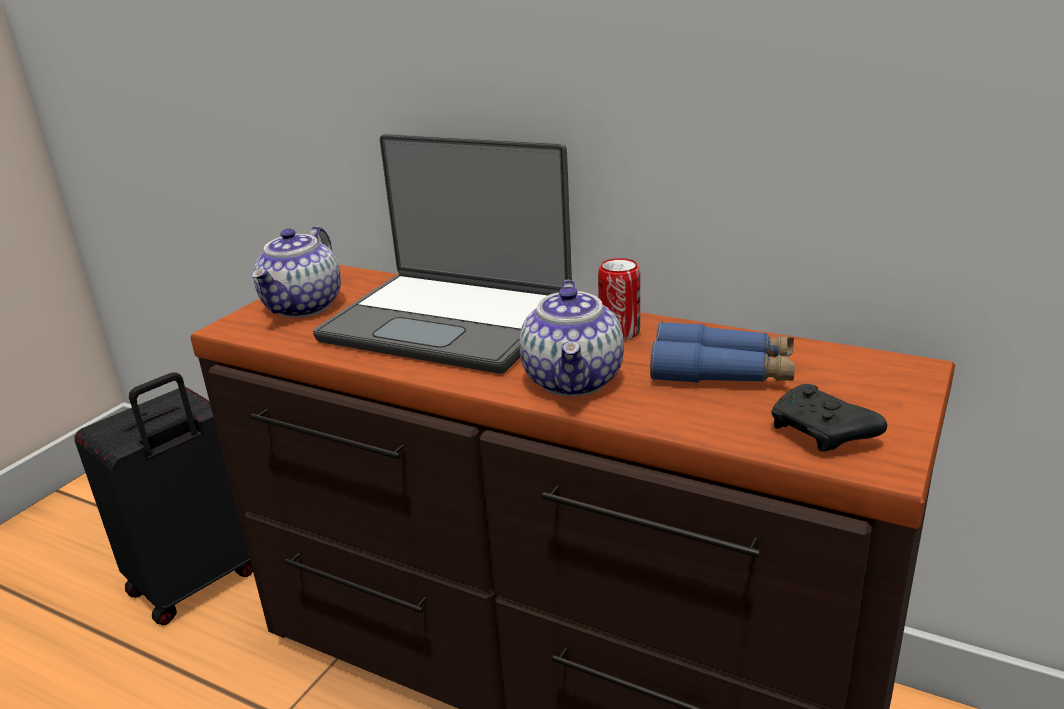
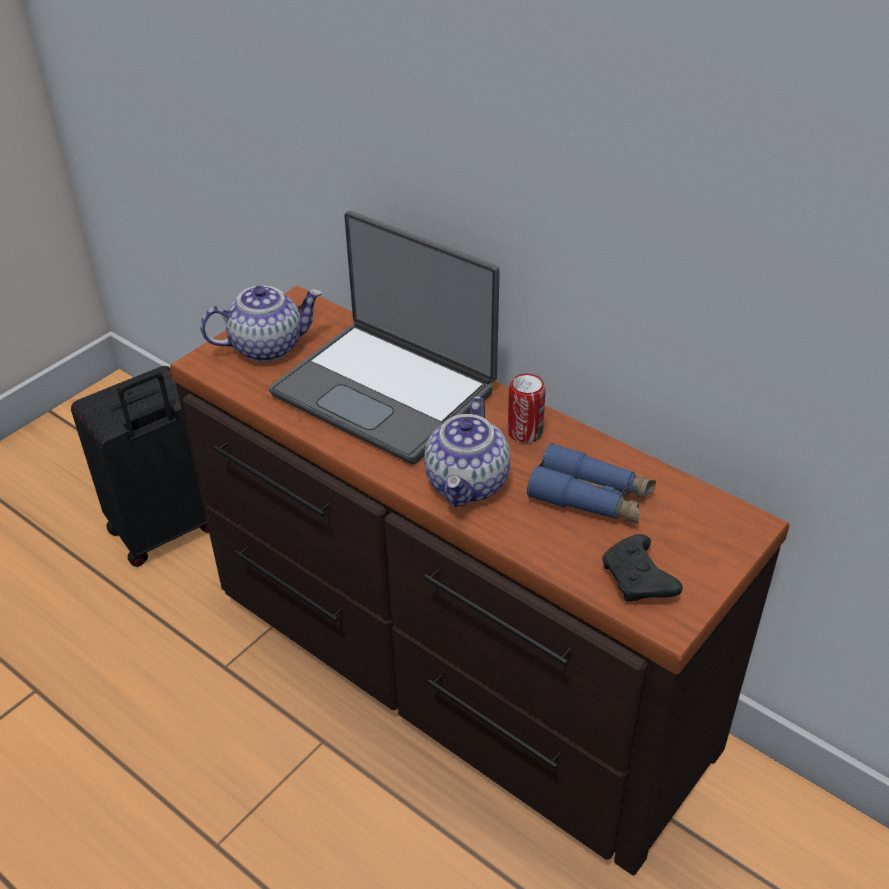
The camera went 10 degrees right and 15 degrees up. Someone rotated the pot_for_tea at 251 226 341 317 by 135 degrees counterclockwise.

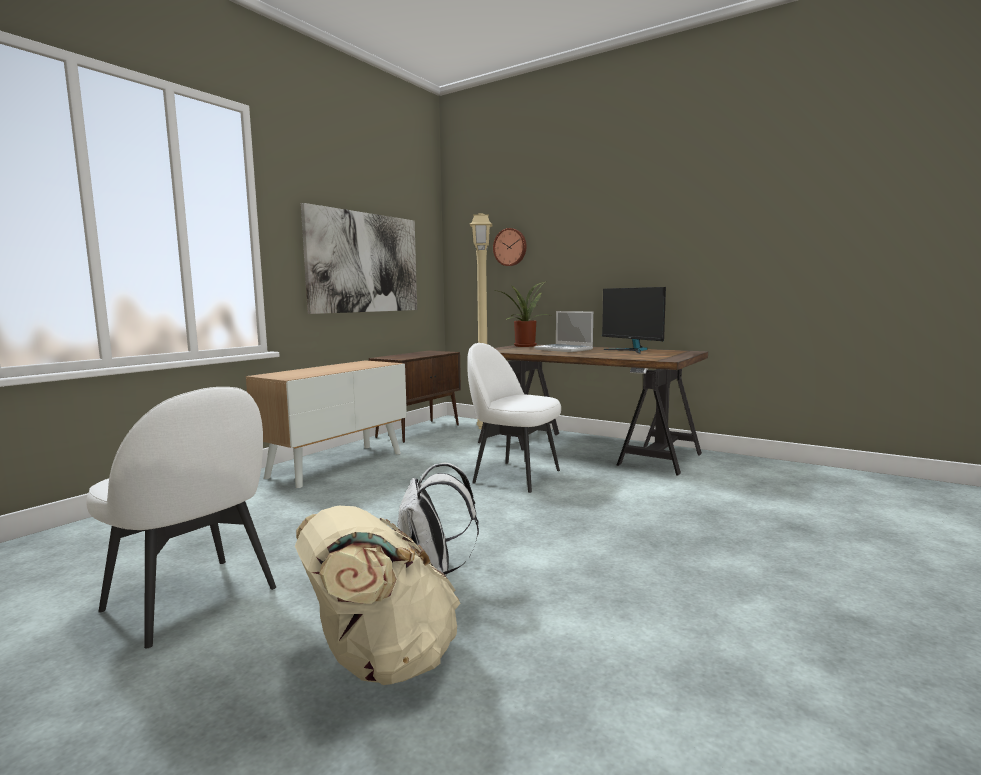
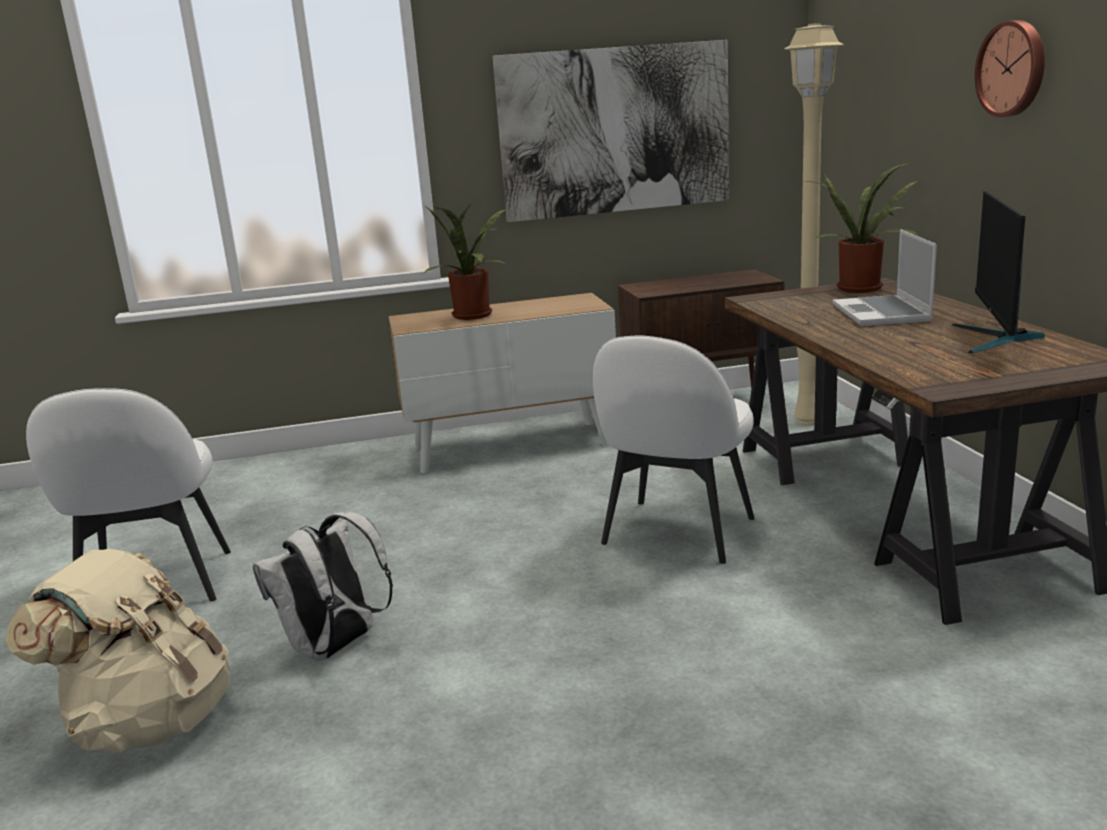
The camera went 45 degrees right and 10 degrees up. Someone carried the hanging_clock from 493 228 527 266 to 975 20 1045 117. Someone rotated the white-coloured_chair at 467 343 561 493 by 135 degrees counterclockwise. Someone put down the plant_in_a_pot at 423 204 507 320.

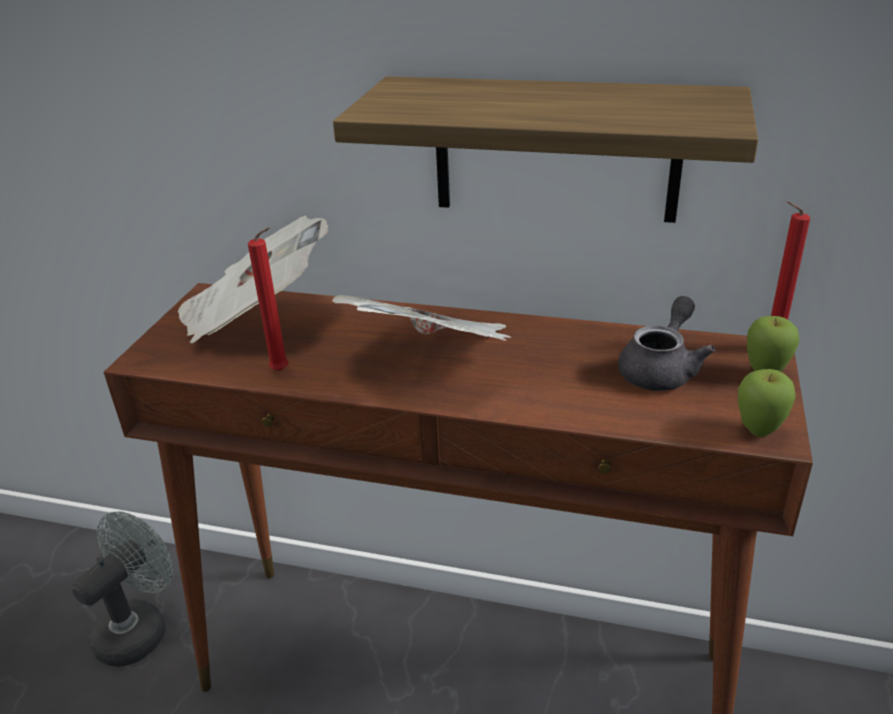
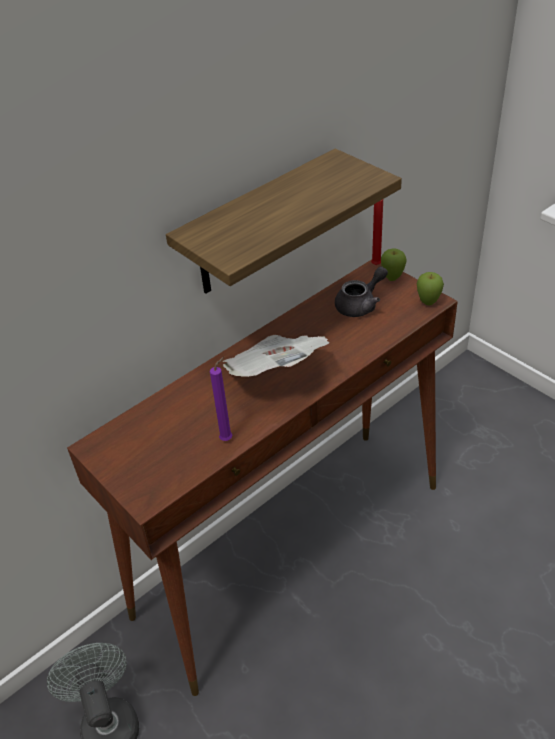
The camera went 55 degrees left and 10 degrees up. Someone took away the newspaper at 178 216 328 344. Someone repainted the red-coloured_wax_candle at 248 227 289 371, which became the purple_wax_candle at 210 357 232 441. Someone rotated the greyish_pot_for_tea at 618 296 715 391 by 75 degrees clockwise.

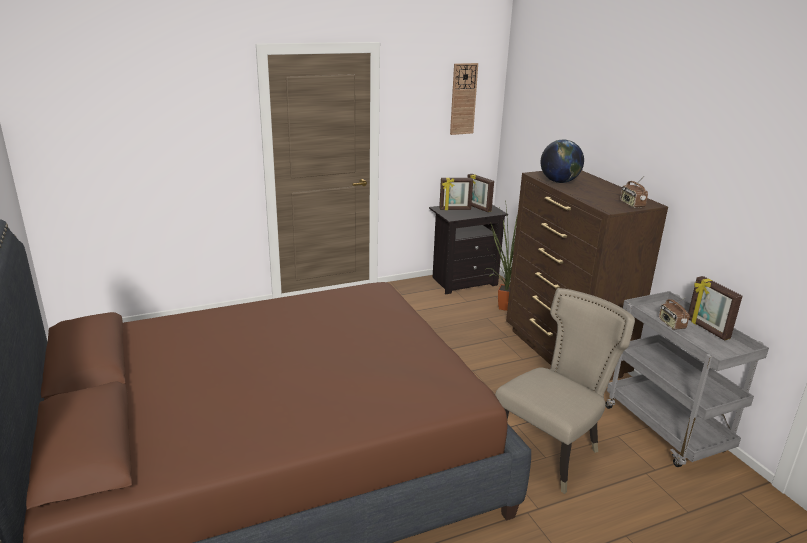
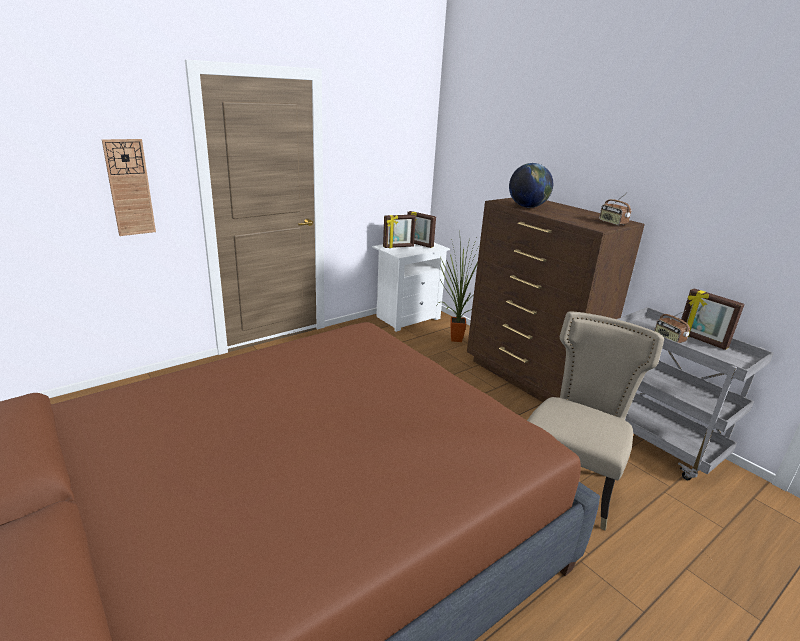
The camera went 15 degrees left and 0 degrees up. Someone carried the hanging_clock from 450 63 478 135 to 102 139 156 236. Someone repainted the black-coloured_nightstand at 429 205 508 294, which became the white-coloured_nightstand at 372 243 450 332.

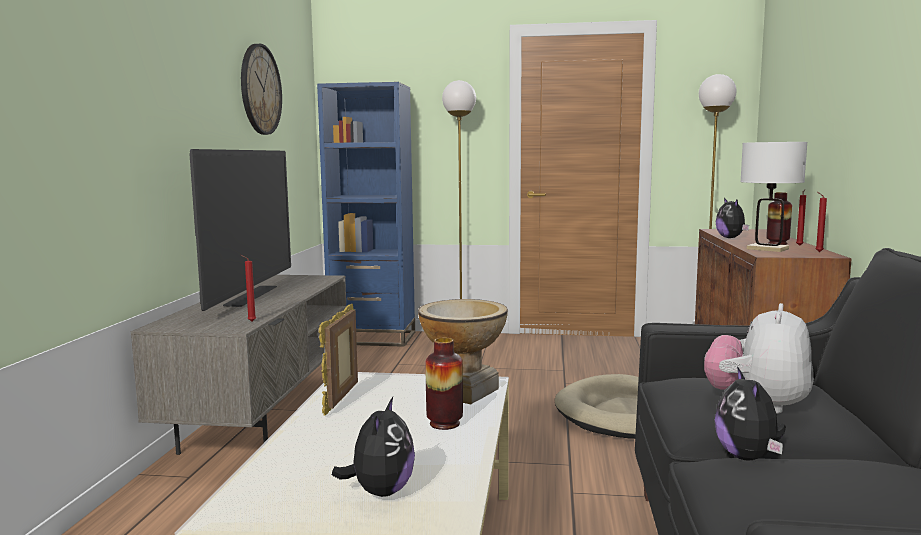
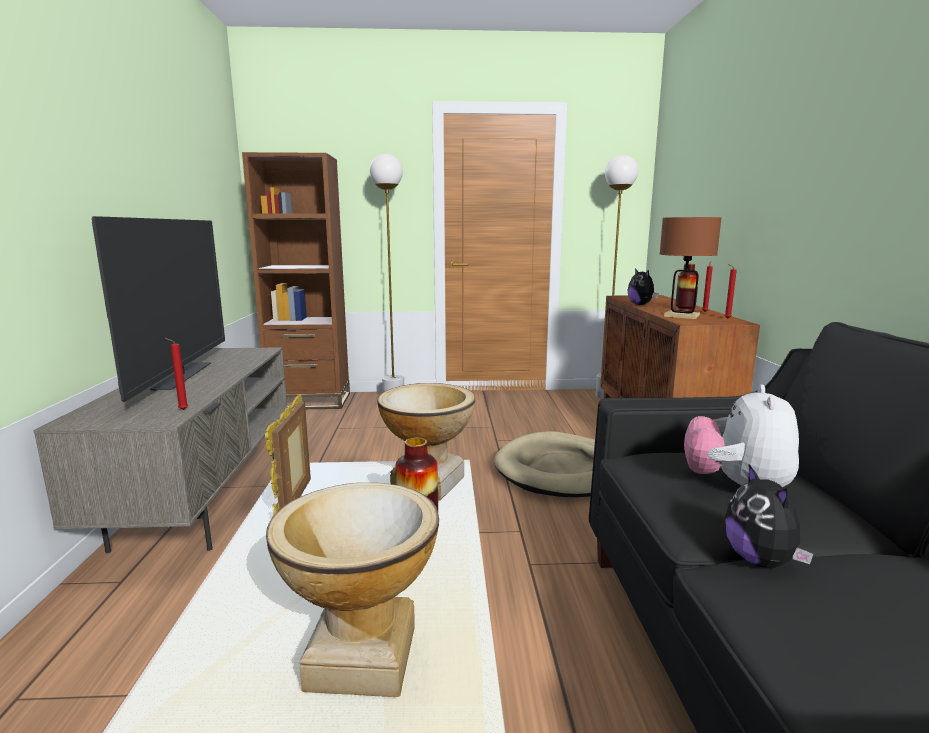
The camera went 10 degrees left and 5 degrees up. Someone took away the hanging_clock at 241 44 282 135. Someone repainted the bluish_bookshelf at 317 82 415 347, which became the brownish_bookshelf at 242 152 350 409. Someone repainted the white-coloured_lamp_for_a_table at 740 142 807 252, which became the brownish_lamp_for_a_table at 660 217 722 319. Someone swapped the cuddly_toy at 332 397 415 497 for the decorative_vase at 266 483 439 697.

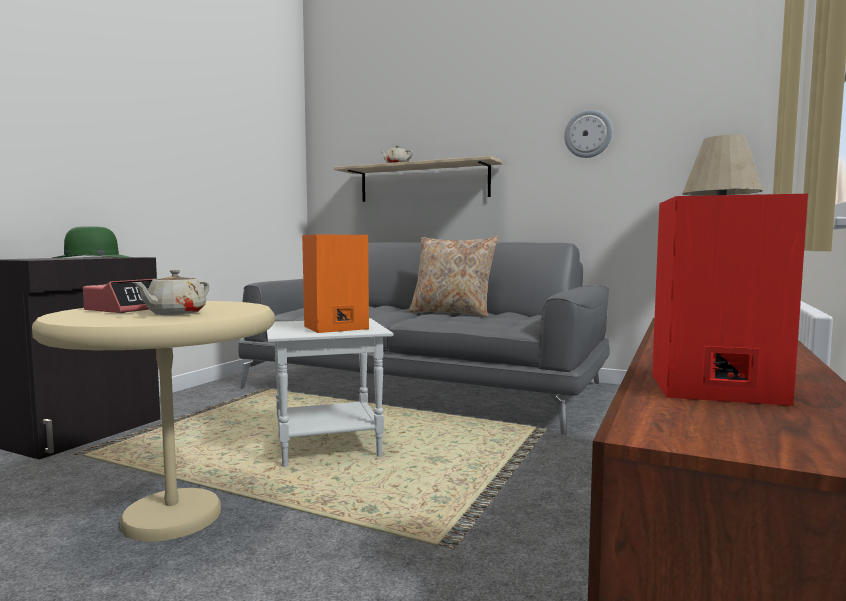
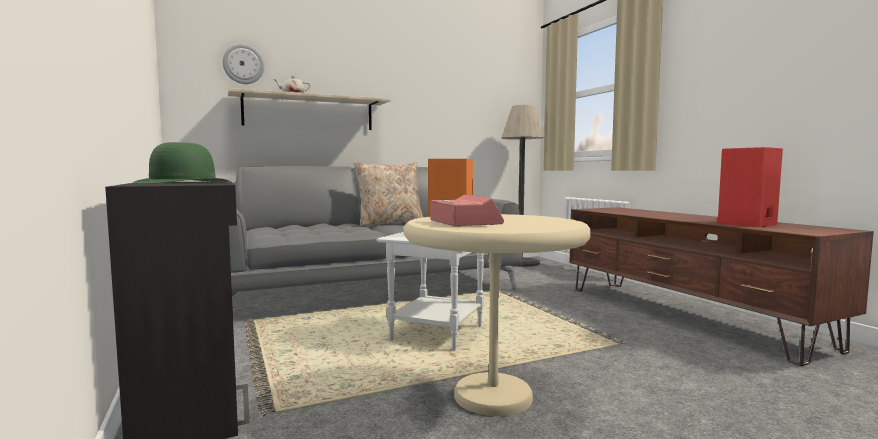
The camera went 50 degrees left and 0 degrees up. Someone carried the hanging_clock from 564 110 612 158 to 222 44 264 84. Someone took away the beige-coloured_pot_for_tea at 132 270 209 315.

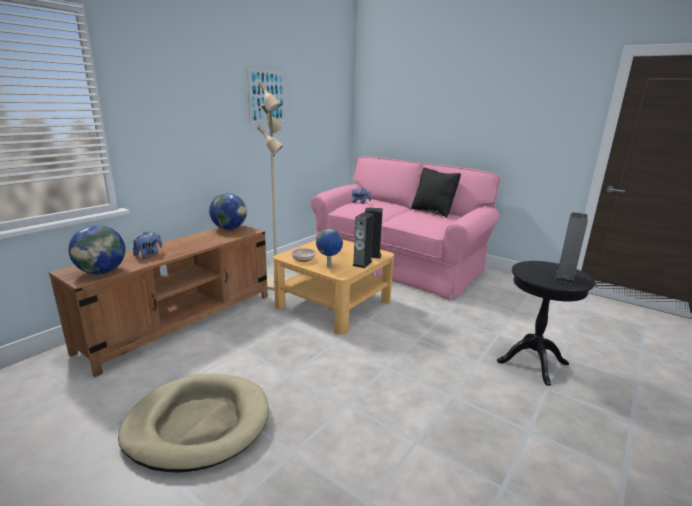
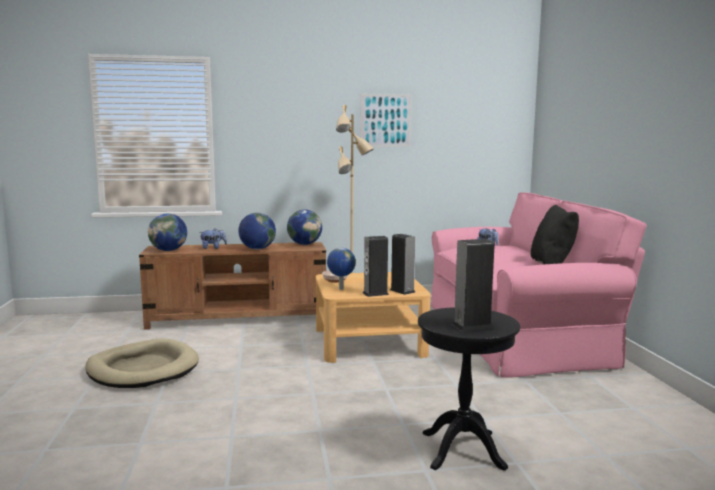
The camera went 45 degrees right and 10 degrees down. Someone put down the globe at 238 213 276 250.

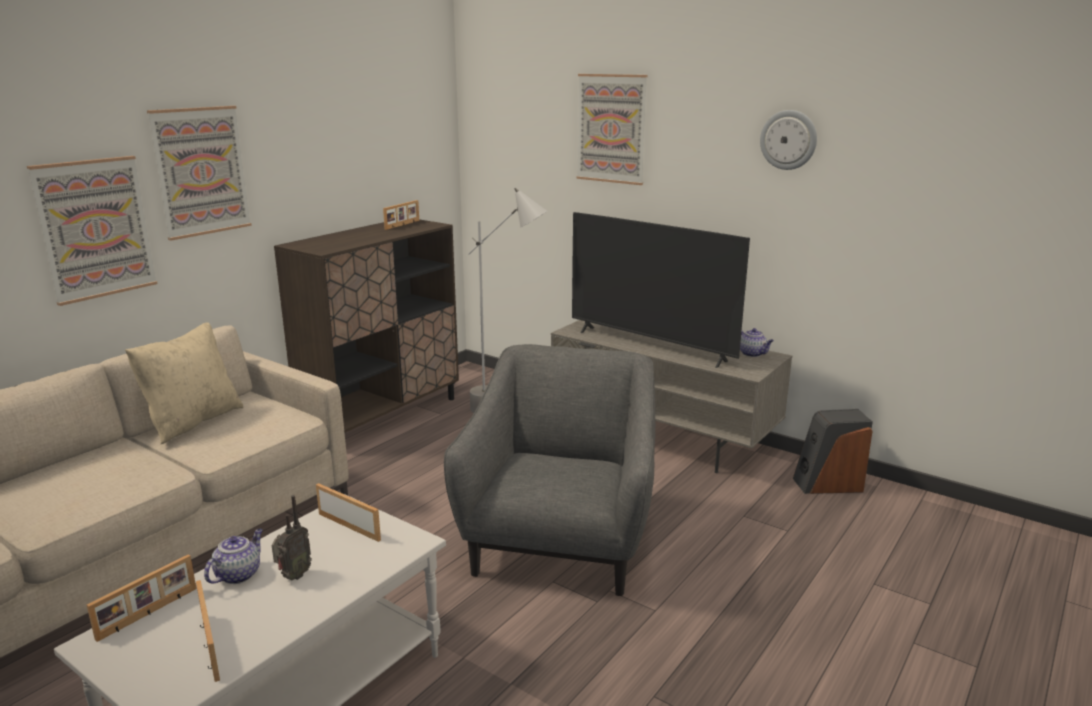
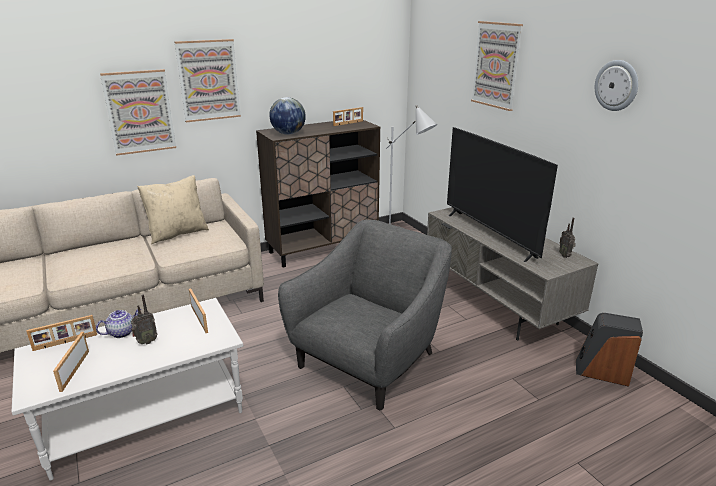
The camera went 25 degrees right and 5 degrees up. Someone swapped the pot_for_tea at 740 328 774 357 for the radio at 559 218 576 258. Someone put down the globe at 269 97 306 135.

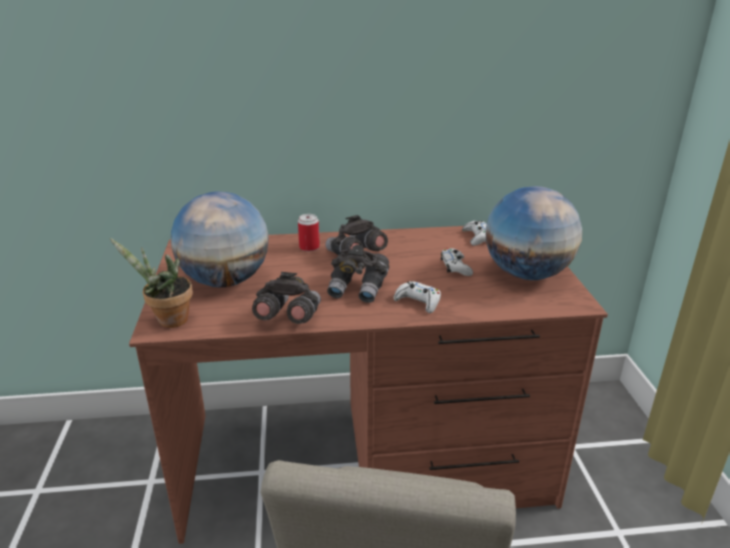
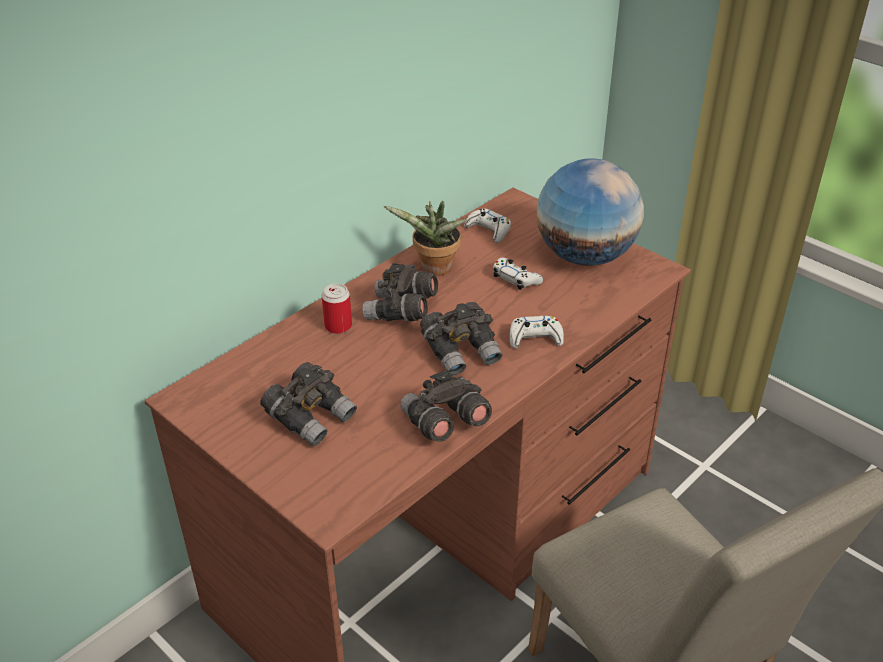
The camera went 40 degrees left and 10 degrees up. Someone swapped the globe at 171 192 269 287 for the greyish_pair_of_binoculars at 260 362 357 446. Someone carried the plant_in_a_pot from 110 238 193 328 to 384 201 467 276.

